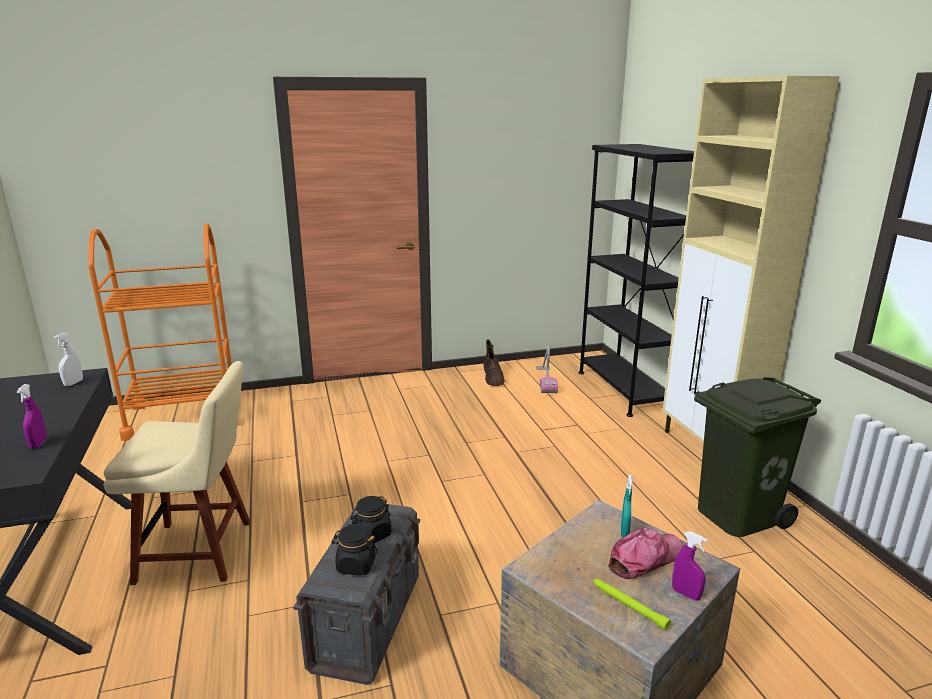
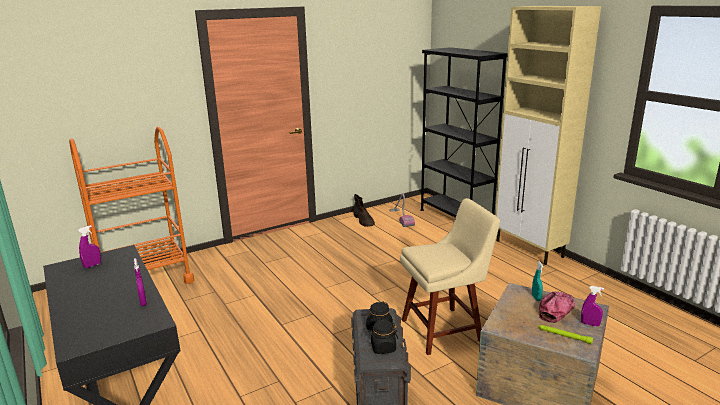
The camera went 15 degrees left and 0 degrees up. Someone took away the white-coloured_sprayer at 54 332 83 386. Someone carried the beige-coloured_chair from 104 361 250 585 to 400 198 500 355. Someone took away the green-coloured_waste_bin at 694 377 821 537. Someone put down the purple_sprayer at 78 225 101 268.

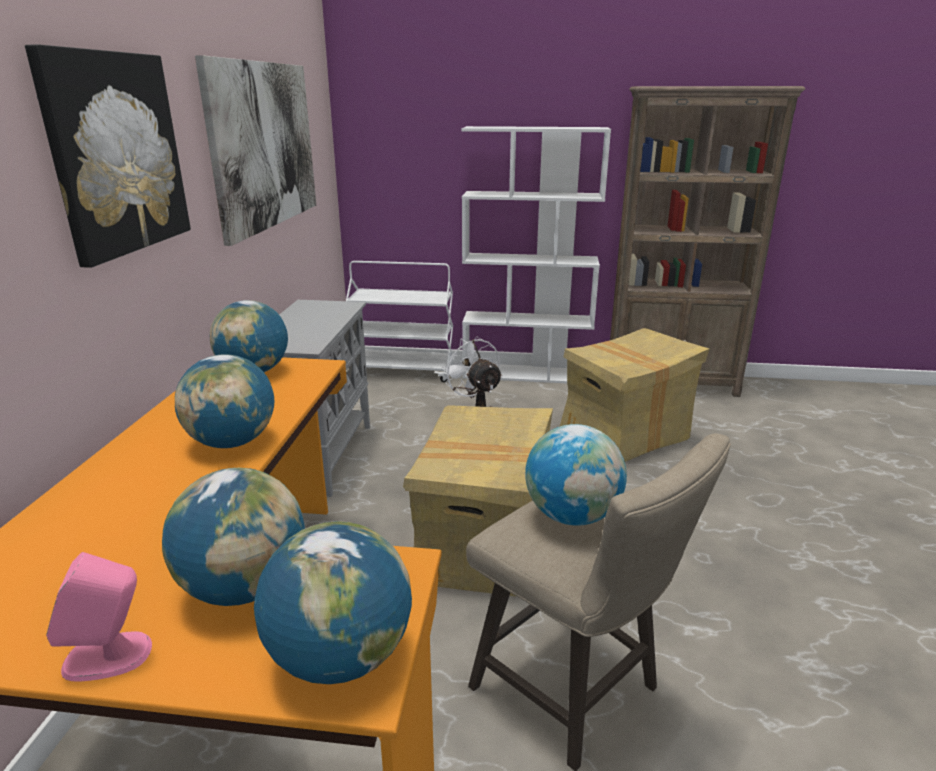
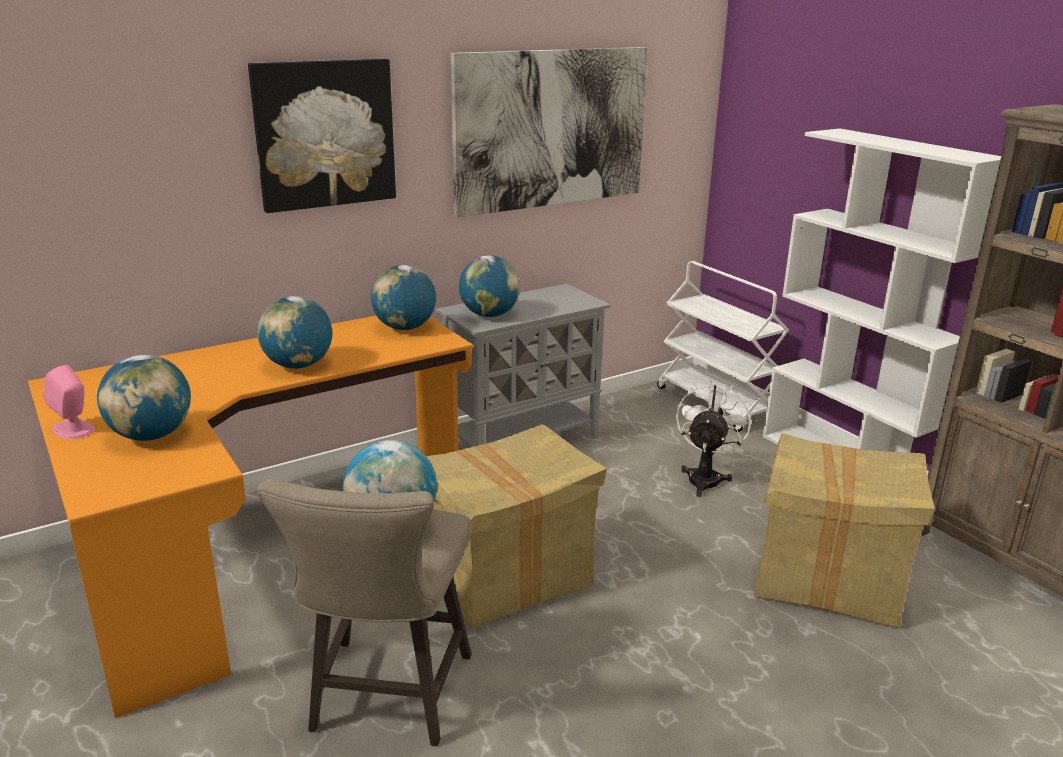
The camera went 50 degrees right and 0 degrees up. Someone carried the globe from 254 521 412 684 to 459 255 520 317.

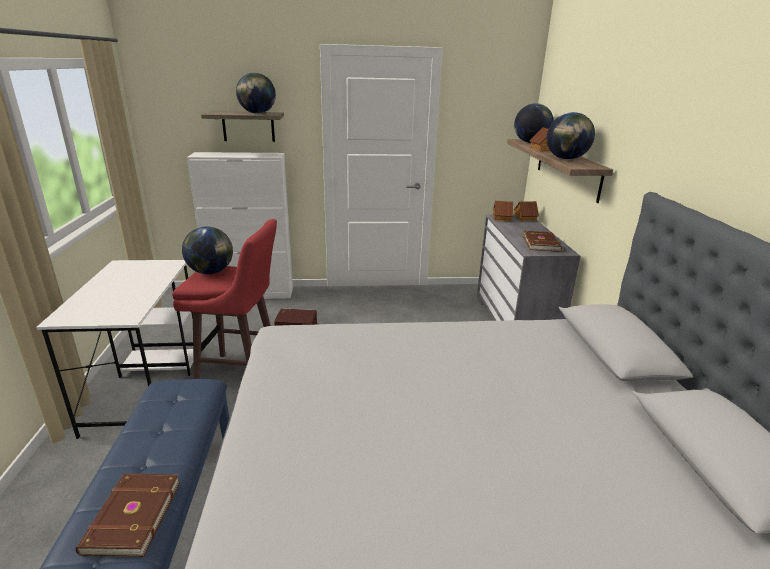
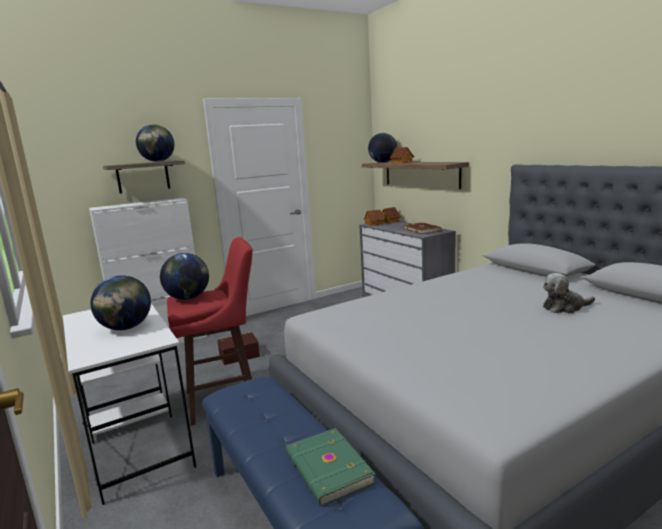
The camera went 25 degrees left and 10 degrees down. Someone carried the globe from 547 112 595 159 to 91 275 151 330. Someone repainted the brownish_volume at 76 473 181 557, which became the green-coloured_volume at 286 428 375 506. Someone put down the cuddly_toy at 543 273 595 313.

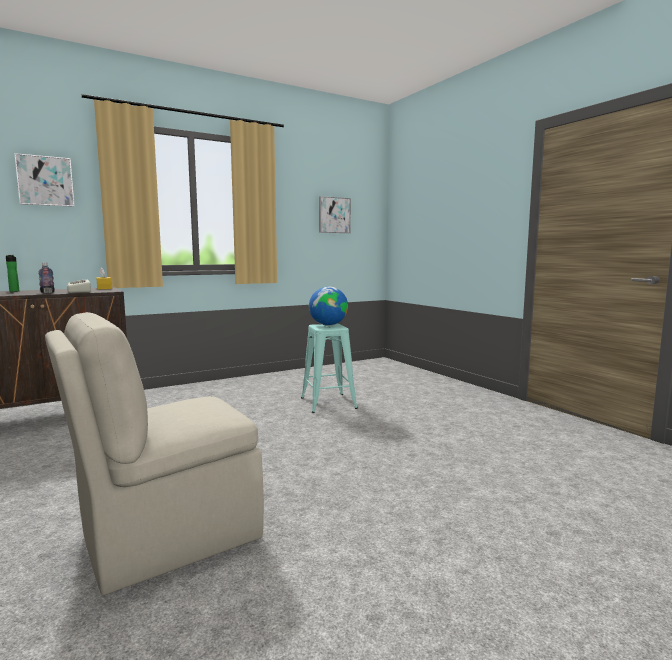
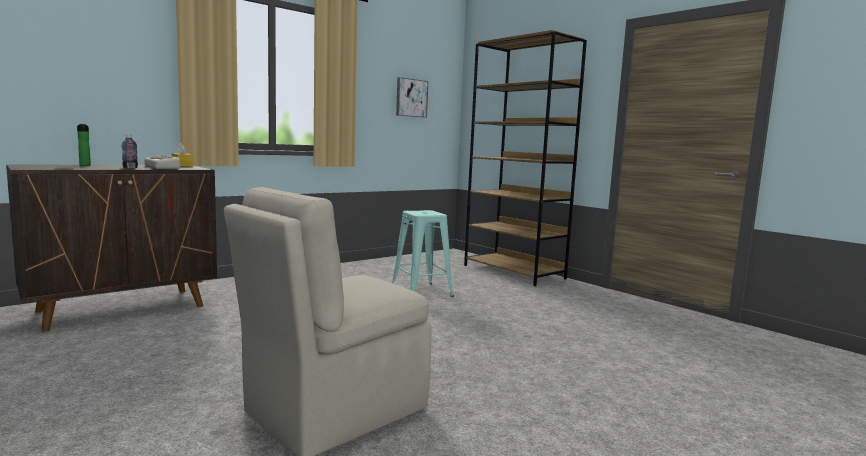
The camera went 10 degrees left and 0 degrees up. Someone took away the wall_art at 15 153 74 207. Someone took away the globe at 309 286 348 326. Someone put down the brownish_bookshelf at 464 30 587 286.

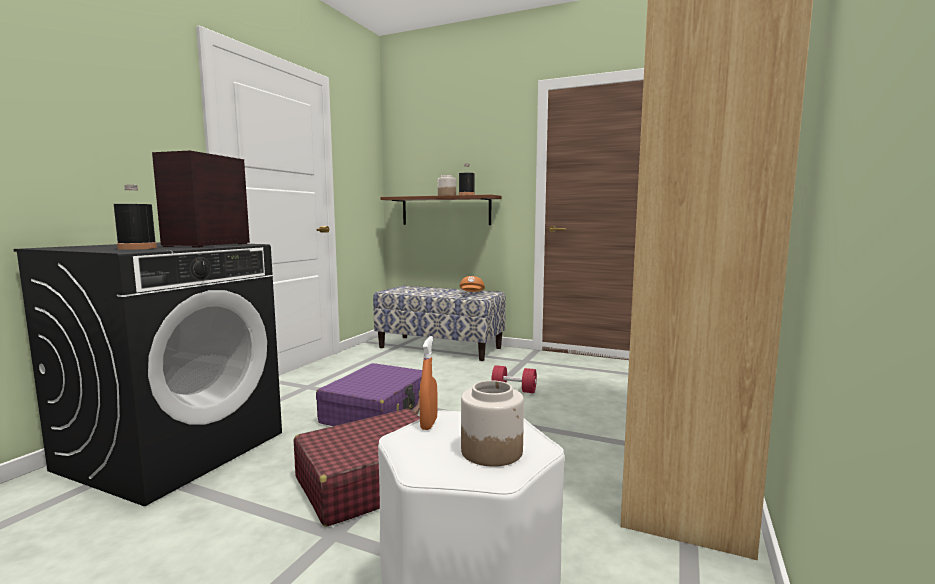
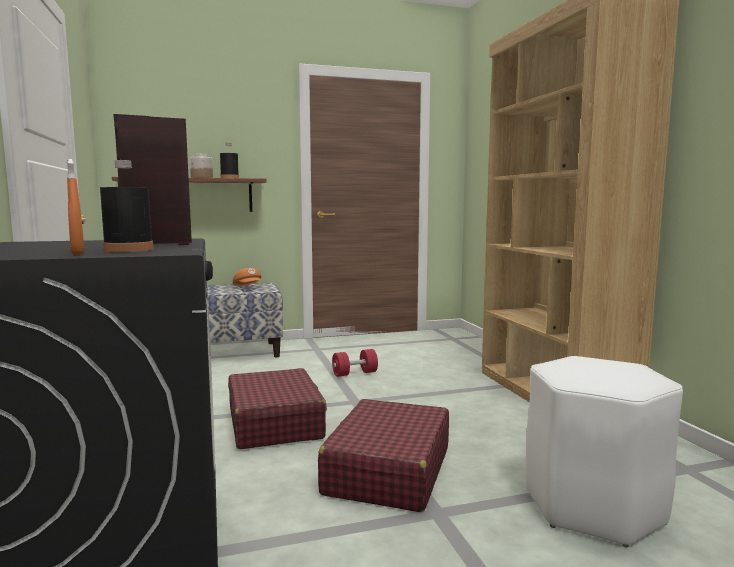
The camera went 40 degrees left and 0 degrees up. Someone carried the orange_sprayer from 419 336 438 430 to 67 159 85 255. Someone repainted the purple_travel_case at 316 363 422 426, which became the red-coloured_travel_case at 228 368 327 449. Someone took away the storage_jar at 461 380 524 467.

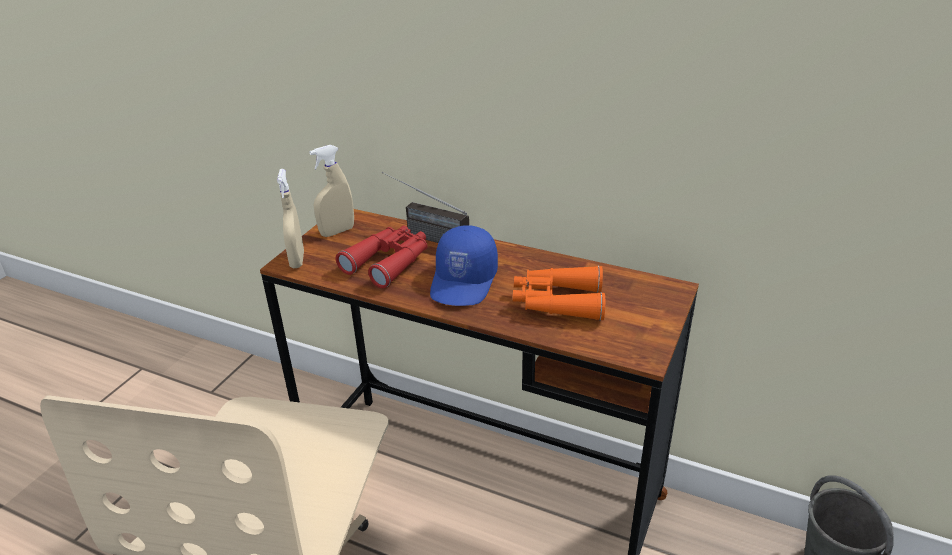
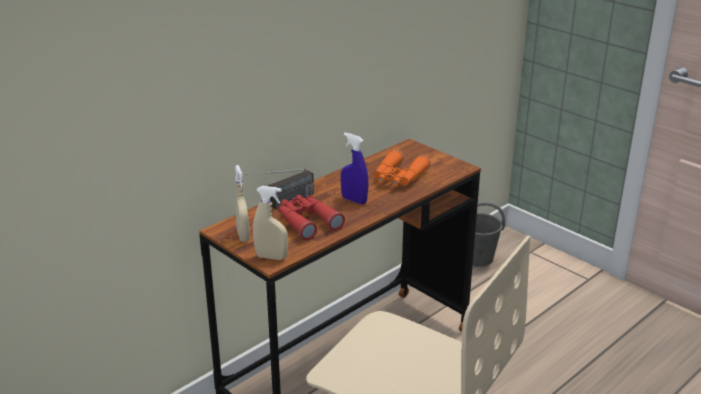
The camera went 70 degrees left and 5 degrees down. Someone swapped the bluish_cap at 430 225 498 306 for the bluish_sprayer at 341 133 368 205.

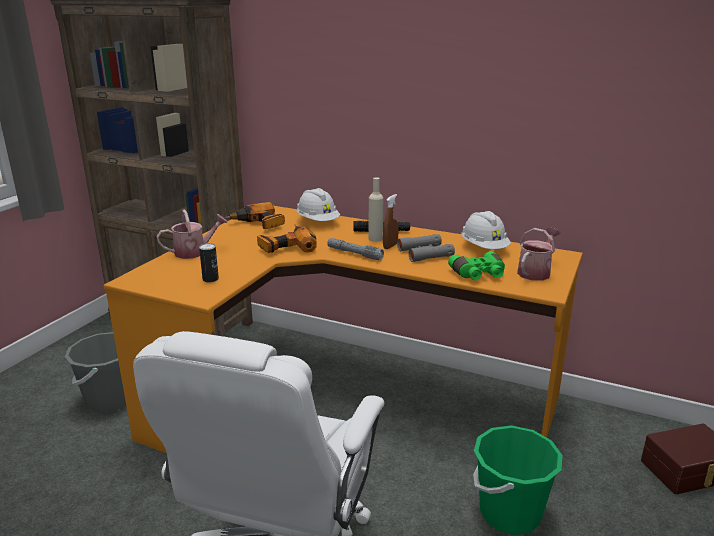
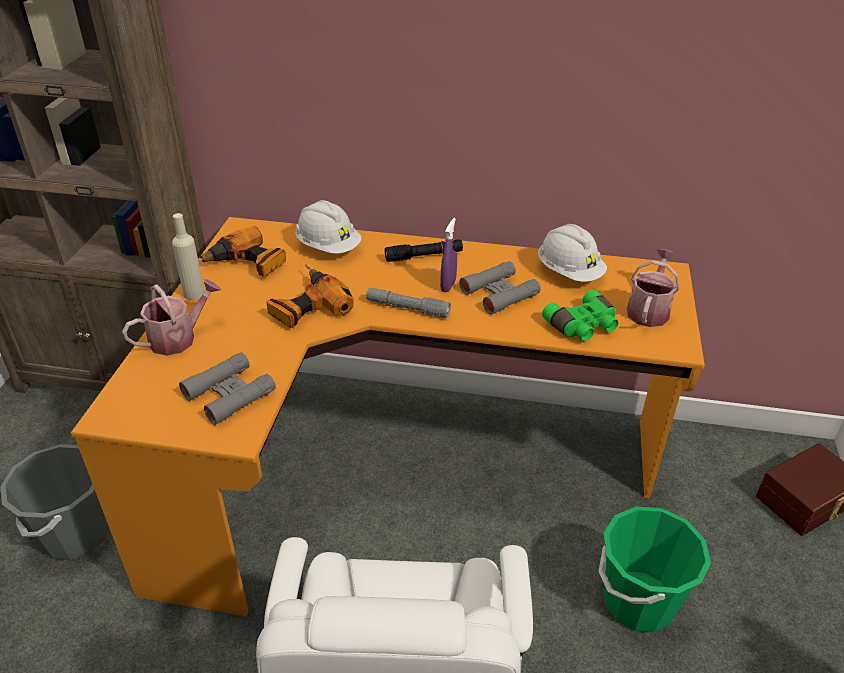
The camera went 15 degrees left and 15 degrees up. Someone carried the beige-coloured_bottle from 368 177 383 242 to 172 213 204 300. Someone repainted the brownish_sprayer at 383 194 399 249, which became the purple_sprayer at 440 218 457 292. Someone swapped the metal_can at 199 243 219 282 for the greyish_pair_of_binoculars at 179 352 276 425.

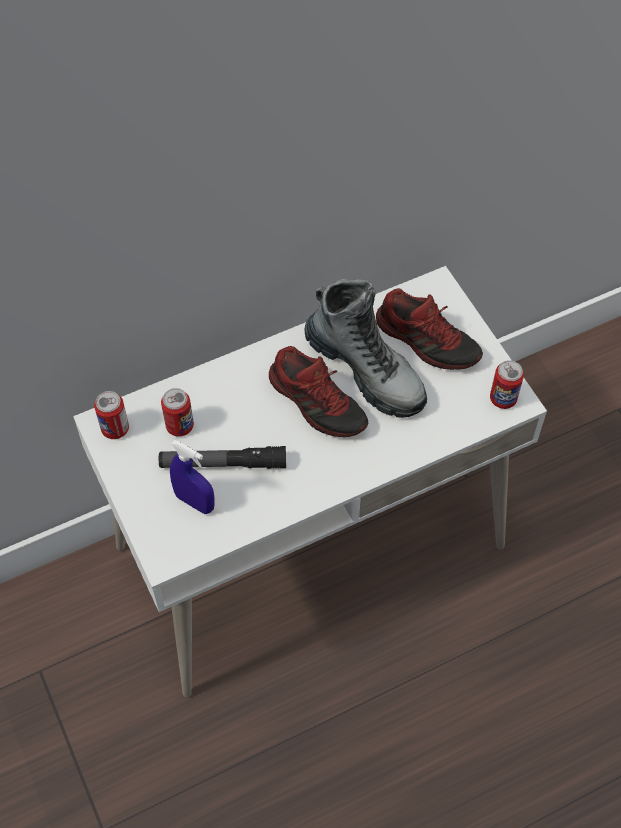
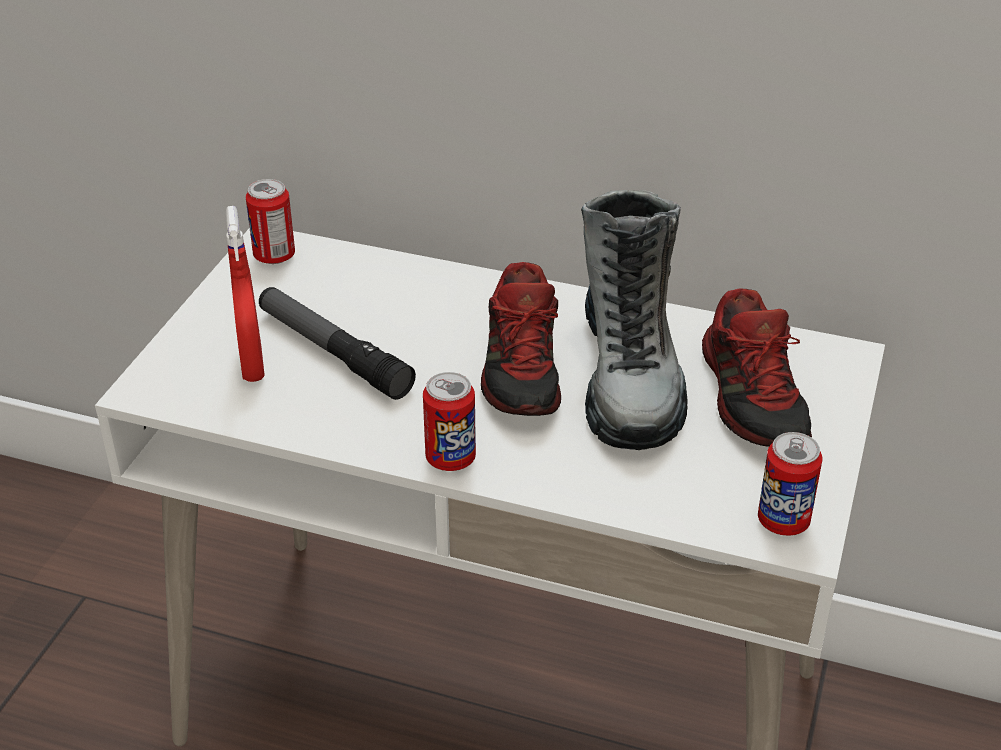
The camera went 45 degrees right and 20 degrees down. Someone carried the metal_can from 161 388 194 437 to 423 372 476 471. Someone repainted the bluish_sprayer at 170 440 215 514, which became the red-coloured_sprayer at 226 206 265 382.

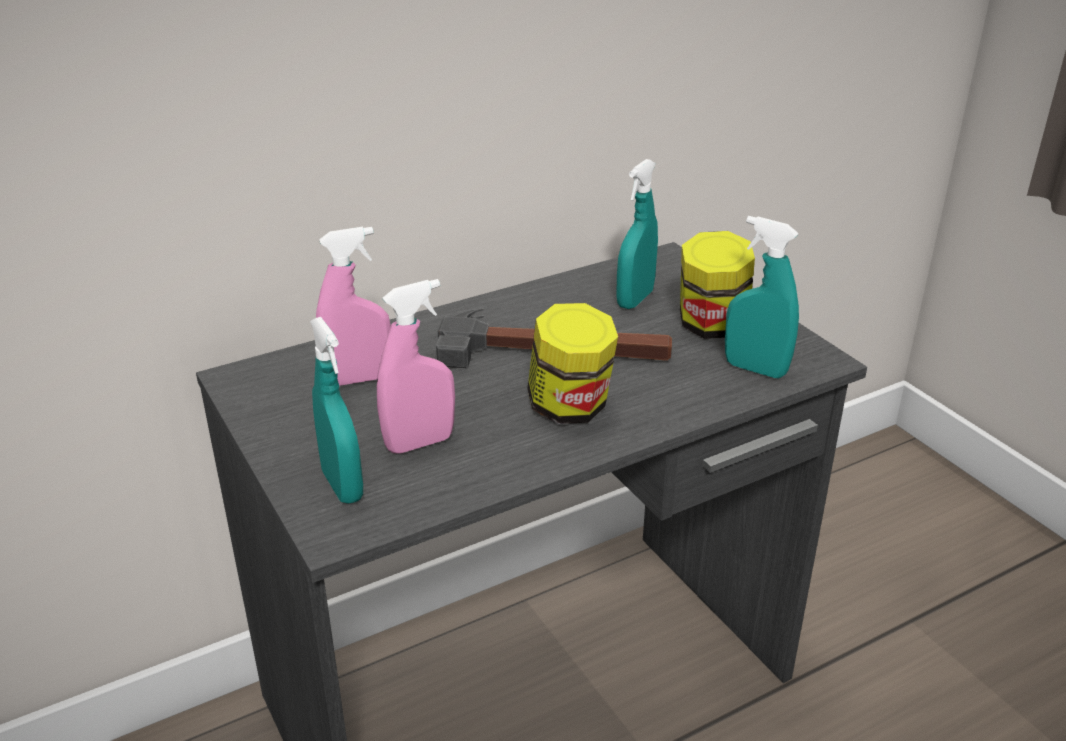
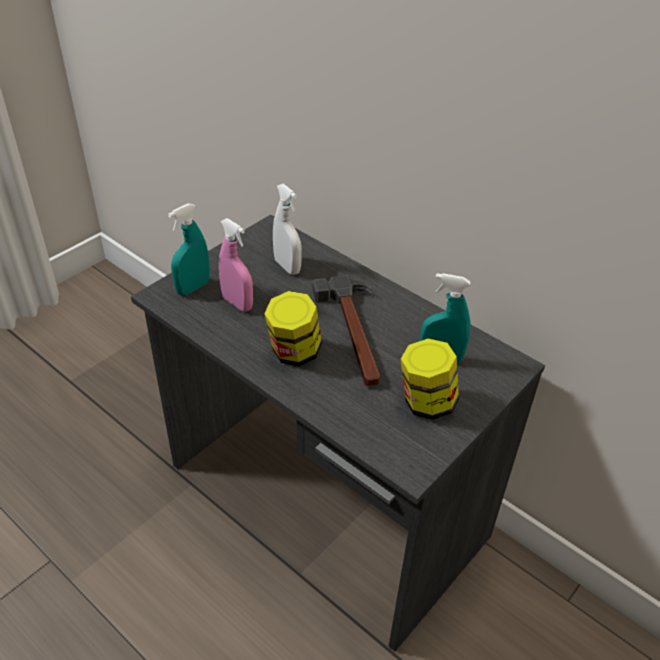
The camera went 70 degrees right and 10 degrees up. Someone took away the blue-green_sprayer at 725 216 799 378. Someone repainted the pink_sprayer at 316 227 391 386, which became the white-coloured_sprayer at 273 184 302 275.

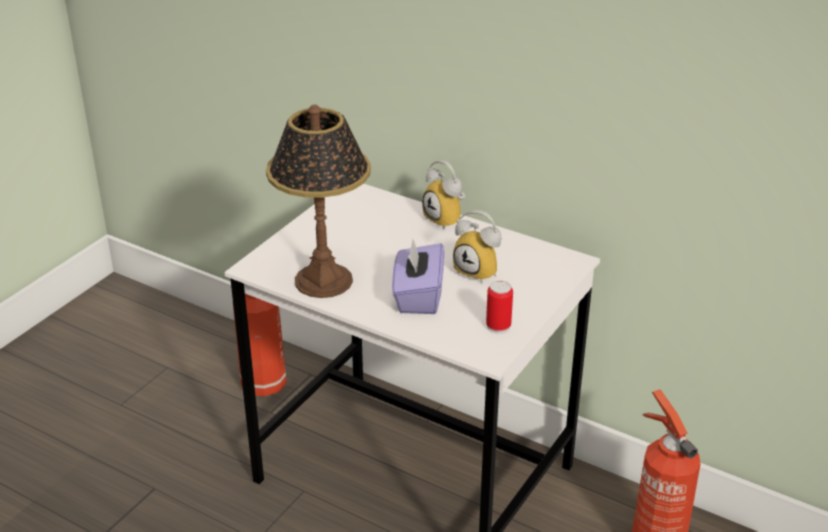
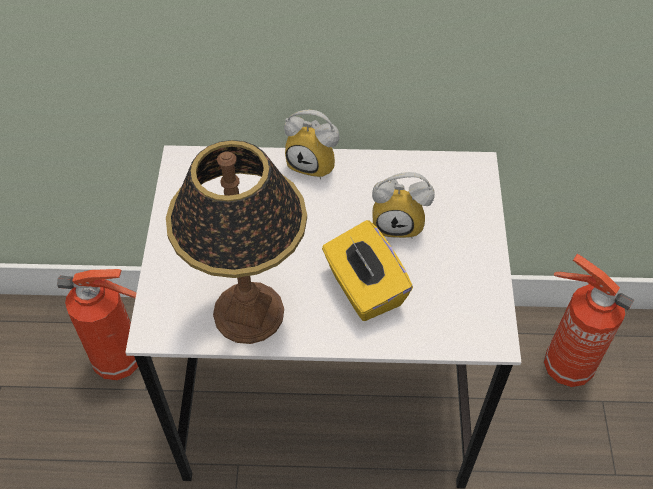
The camera went 30 degrees left and 20 degrees up. Someone repainted the purple_tissue_box at 392 239 444 314, which became the yellowish_tissue_box at 322 220 413 321. Someone took away the metal_can at 486 280 513 334.

